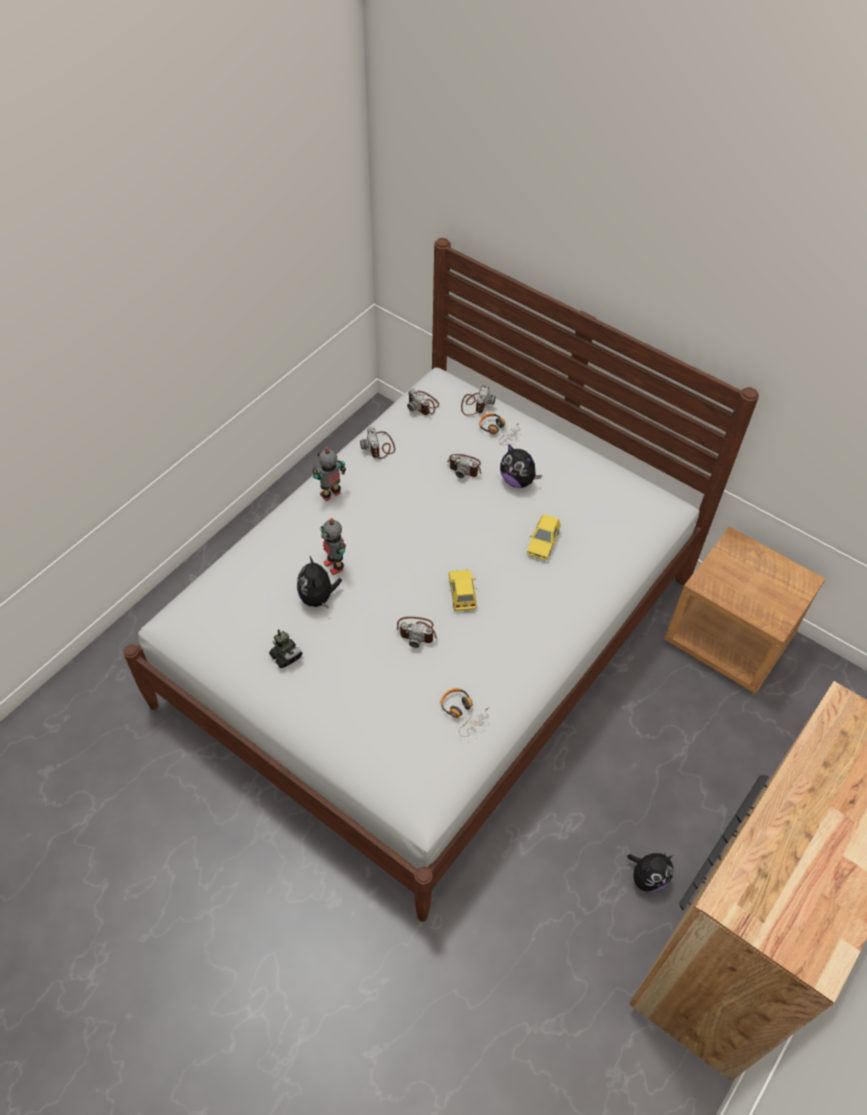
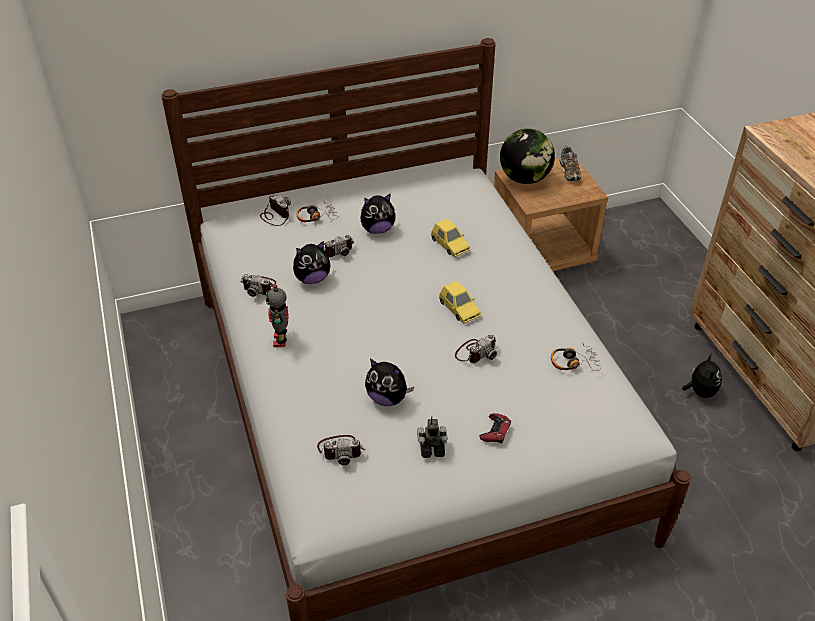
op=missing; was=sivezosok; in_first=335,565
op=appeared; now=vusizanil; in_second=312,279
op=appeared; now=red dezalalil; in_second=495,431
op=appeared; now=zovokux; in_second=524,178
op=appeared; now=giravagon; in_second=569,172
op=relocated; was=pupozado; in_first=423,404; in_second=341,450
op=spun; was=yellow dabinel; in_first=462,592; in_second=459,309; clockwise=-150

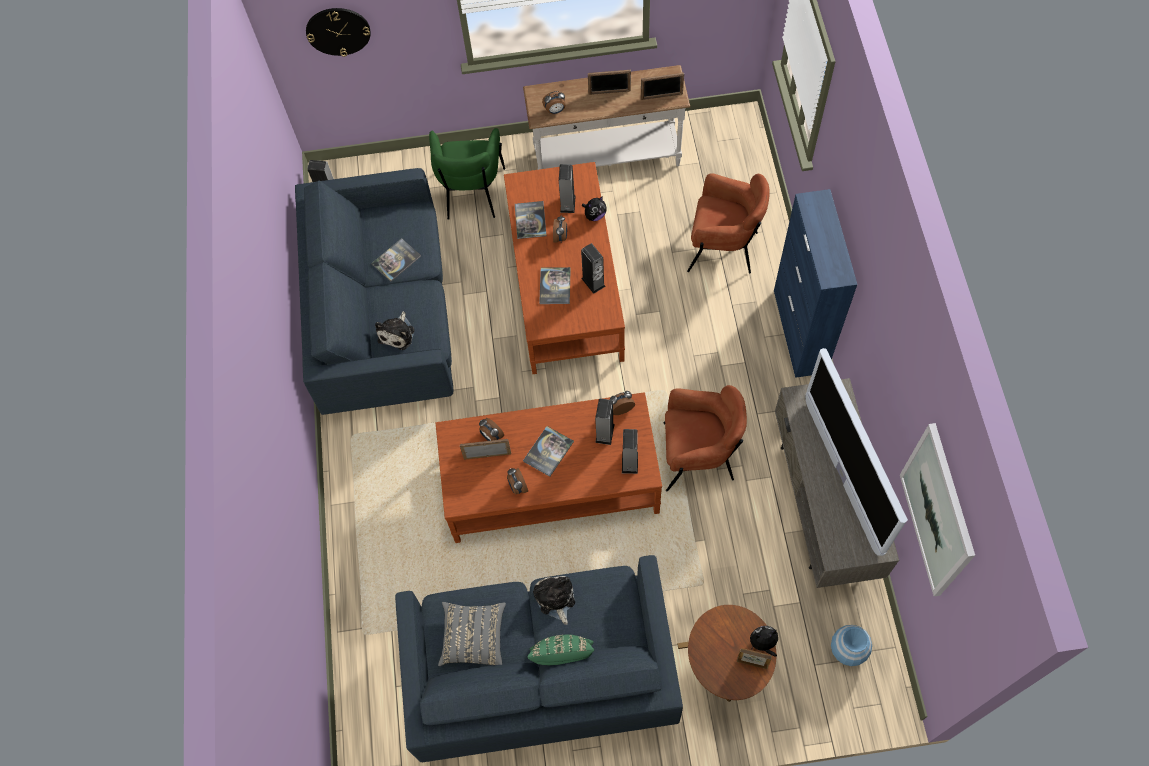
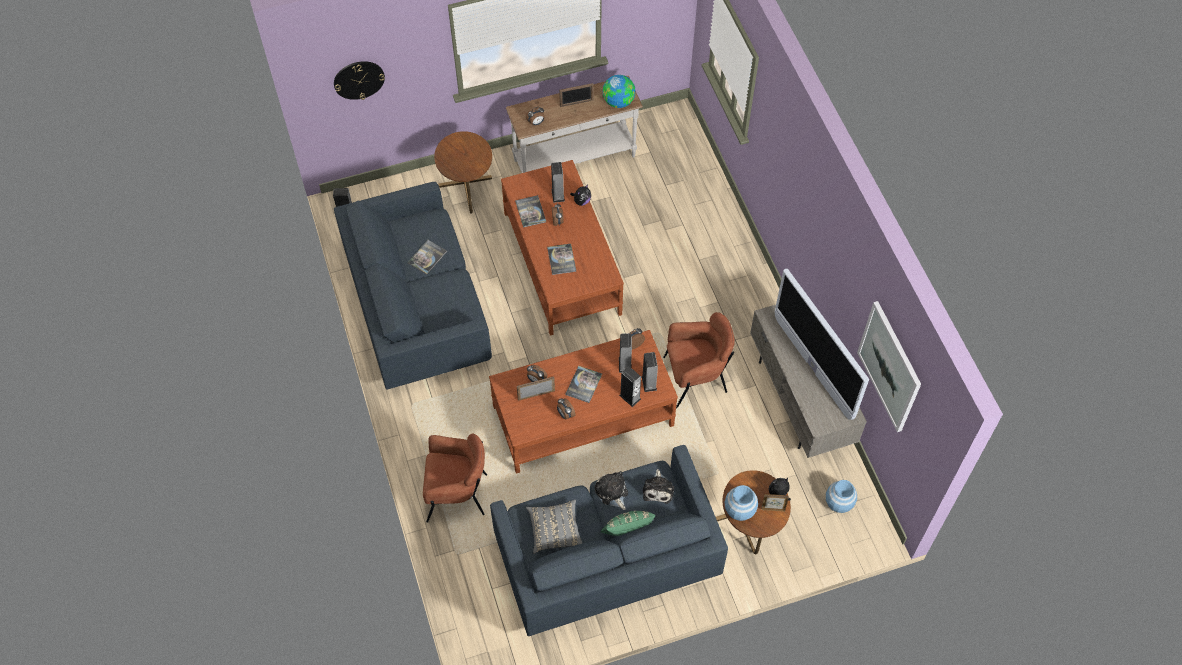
op=missing; was=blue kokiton; in_first=799,331
op=appeared; now=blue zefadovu; in_second=739,510
op=relocated; was=vusizanil; in_first=397,333; in_second=658,489
op=relocated; was=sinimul; in_first=593,282; in_second=630,397
op=relocated; was=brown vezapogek; in_first=723,248; in_second=457,494
op=exchanged; was=green vezapogek; now=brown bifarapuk; in_first=471,193; in_second=468,200
op=exchanged; was=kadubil; now=zovokux; in_first=661,96; in_second=618,101

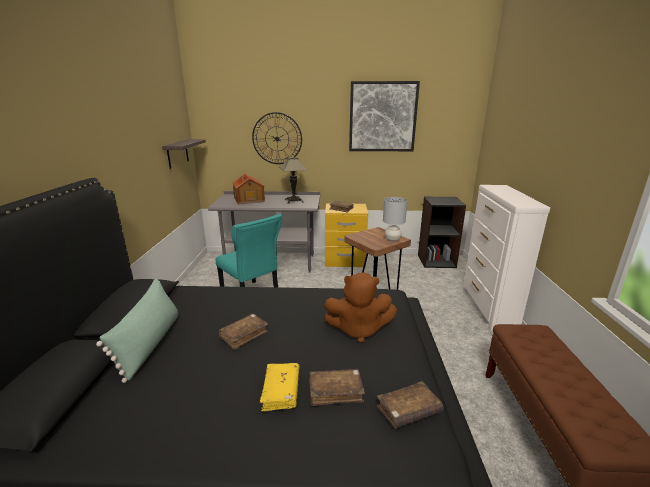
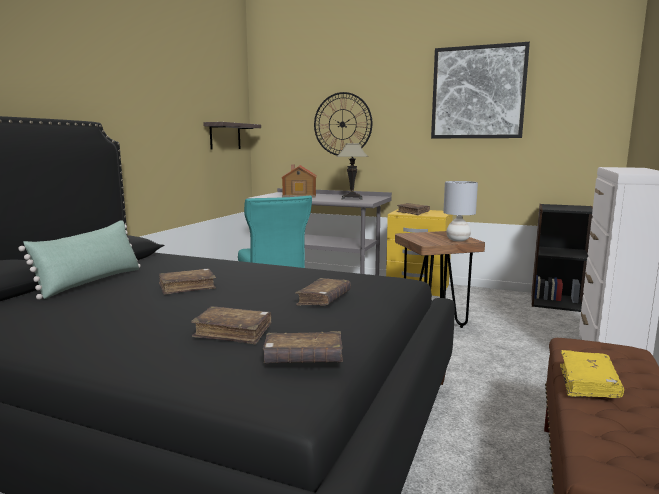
op=relocated; was=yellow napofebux; in_first=281,391; in_second=588,383
op=exchanged; was=brown vusizanil; now=brown napofebux; in_first=358,330; in_second=324,300

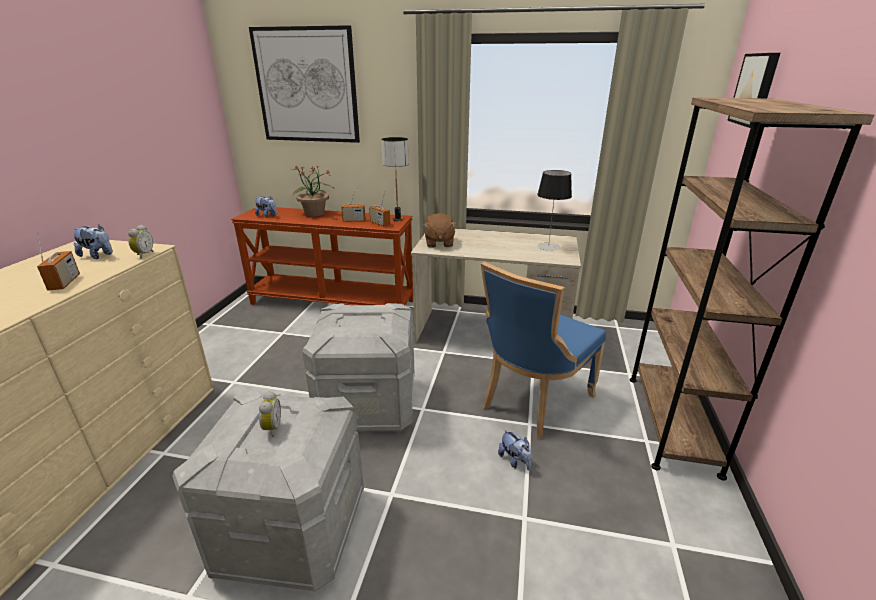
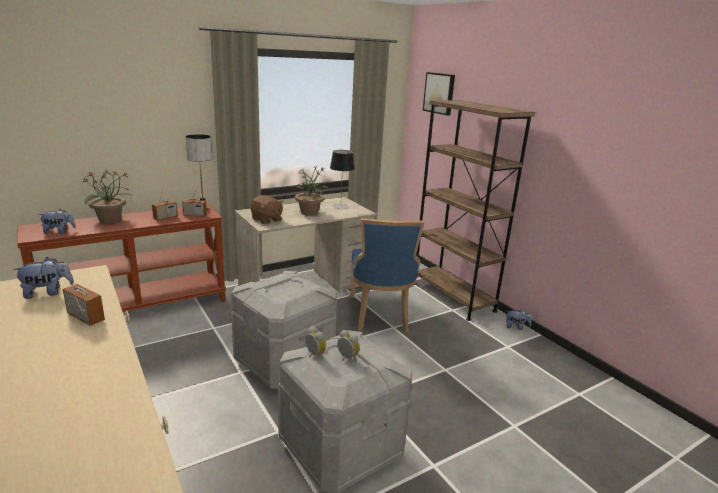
op=missing; was=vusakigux; in_first=307,86
op=appeared; now=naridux; in_second=309,212
op=relocated; was=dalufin; in_first=143,255; in_second=314,355
op=relocated; was=vusizanil; in_first=515,461; in_second=516,327

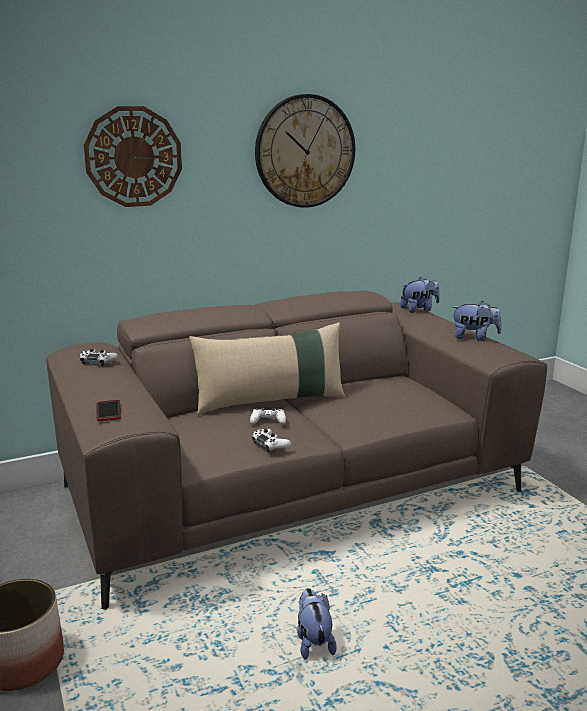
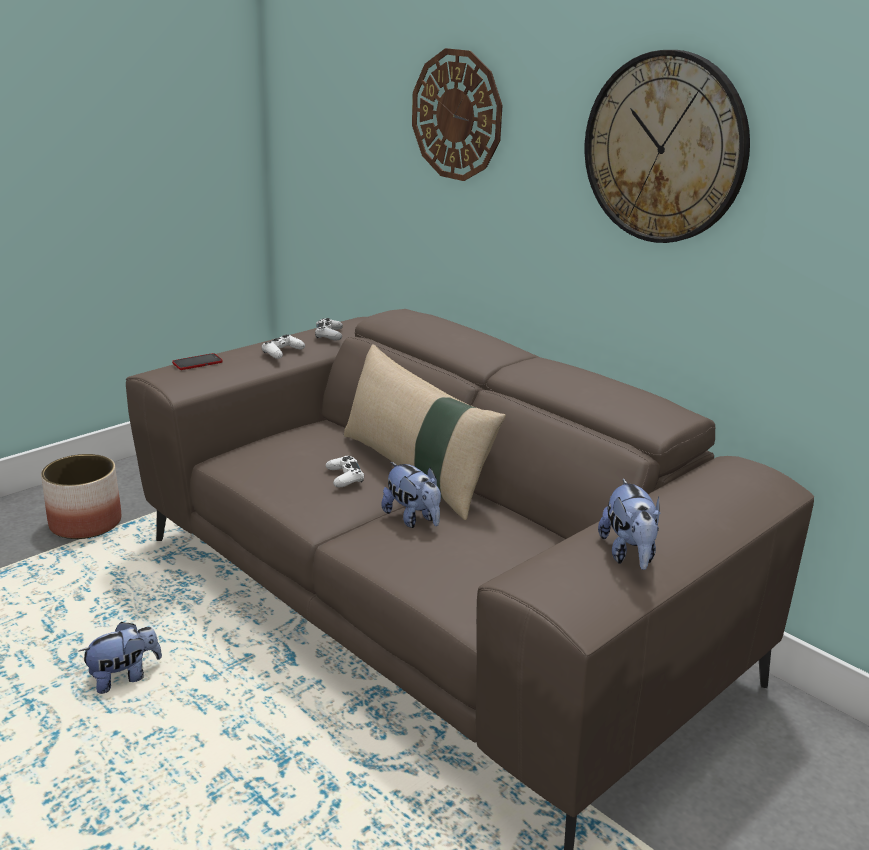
op=relocated; was=white dezalalil; in_first=270,444; in_second=282,352
op=relocated; was=vusizanil; in_first=419,310; in_second=413,519

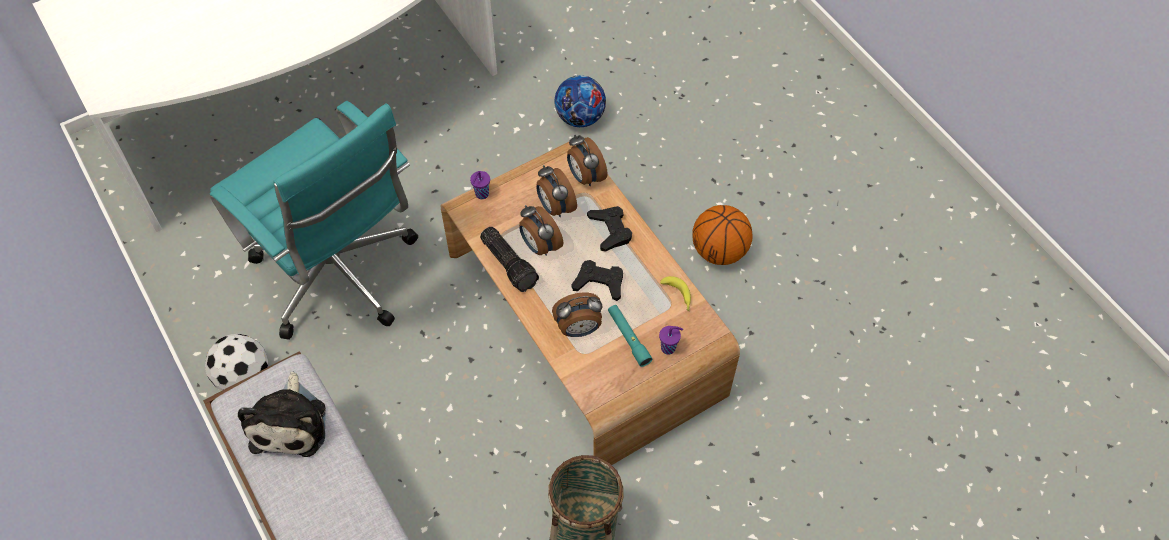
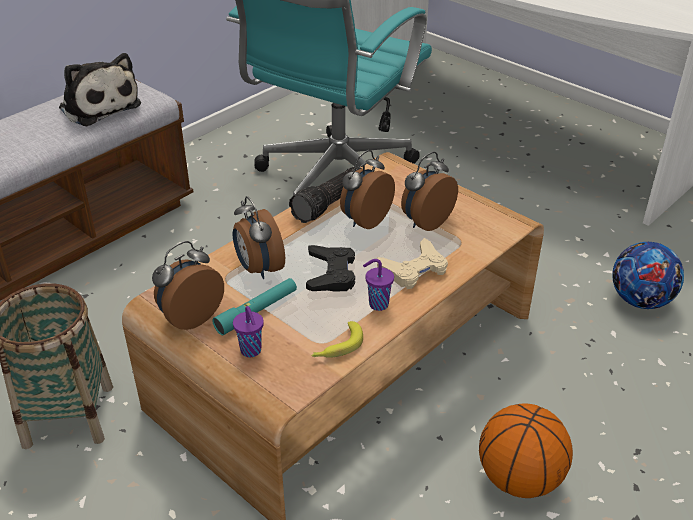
op=missing; was=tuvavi; in_first=244,376
op=relocated; was=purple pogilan; in_first=481,194; in_second=377,304
op=relocated; was=dalufin; in_first=585,176; in_second=190,316
op=colour; was=black dezalalil; now=beige dezalalil; in_first=610,230; in_second=414,270
op=spun; was=vusizanil; in_first=290,422; in_second=98,106; clockwise=-120

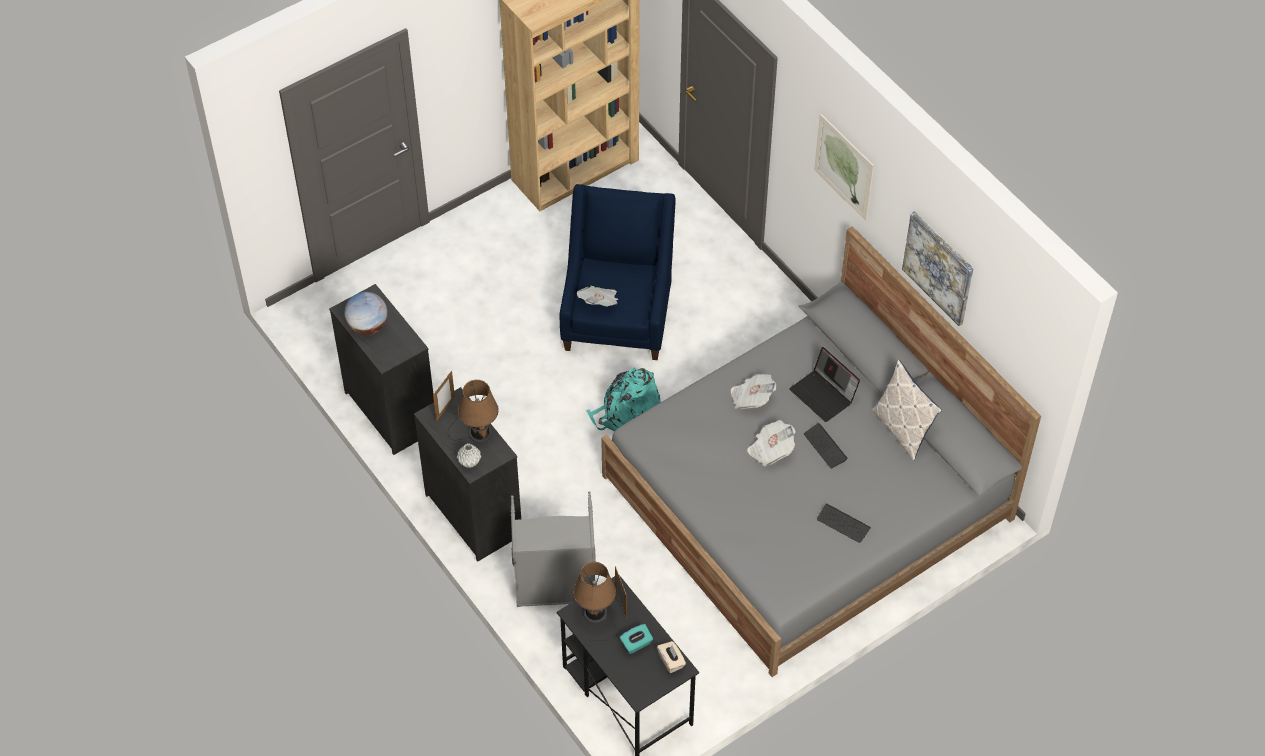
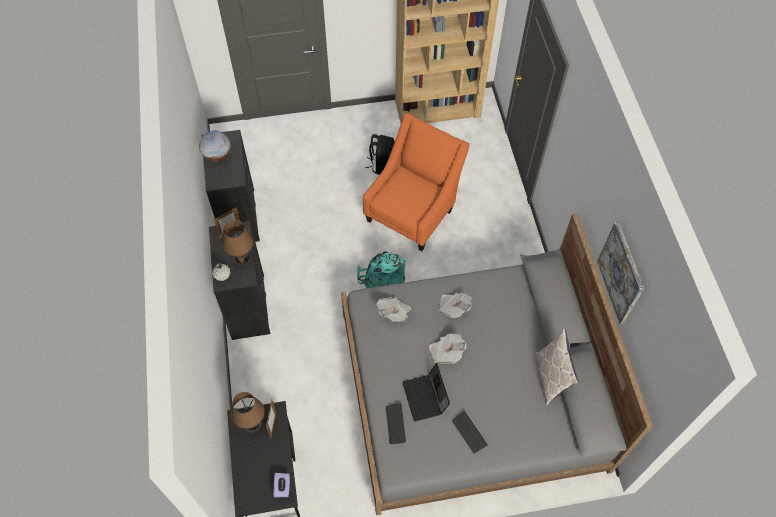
op=missing; was=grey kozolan; in_first=555,586
op=missing; was=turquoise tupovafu; in_first=636,644
op=missing; was=vusakigux; in_first=844,167
op=appeared; now=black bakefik; in_second=381,165
op=relocated; was=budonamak; in_first=599,303; in_second=394,313
op=relocated; was=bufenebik; in_first=824,395; in_second=425,398
op=relocated; was=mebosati; in_first=825,446; in_second=395,424
op=colour; was=blue vezapogek; now=orange vezapogek; in_first=618,315; in_second=413,211
op=colour; was=beige tupovafu; now=purple tupovafu; in_first=671,661; in_second=282,487

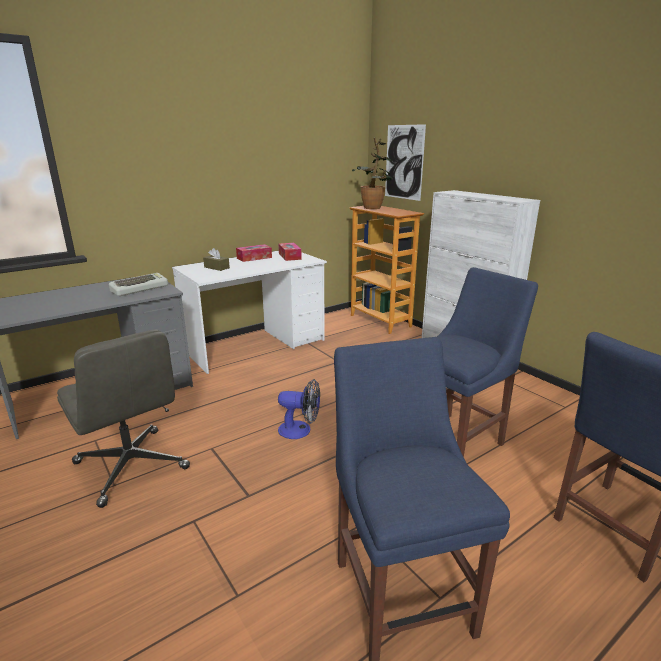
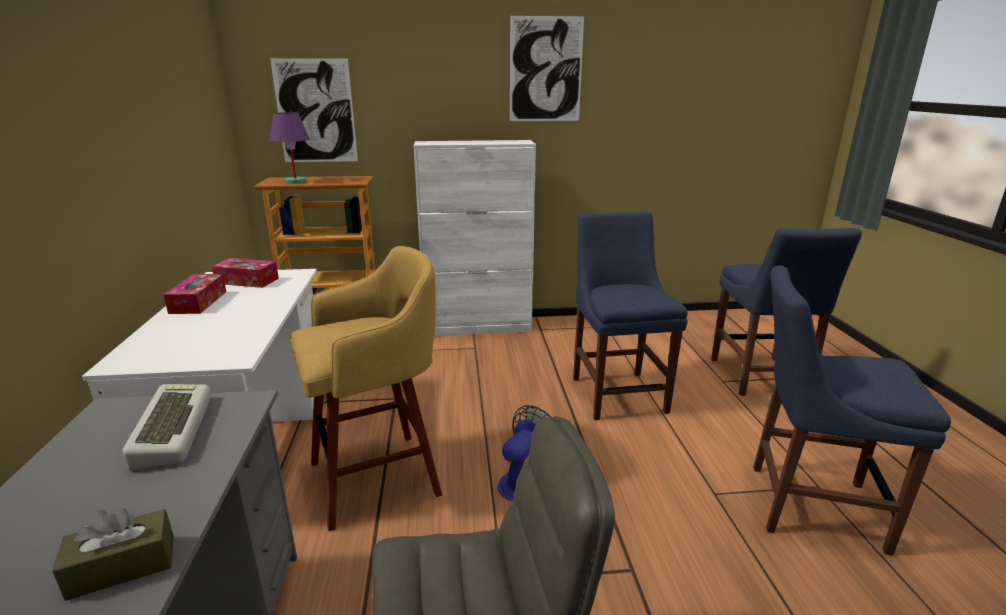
op=appeared; now=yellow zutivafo; in_second=379,477
op=appeared; now=vusakigux; in_second=545,70
op=relocated; was=brown tupovafu; in_first=216,267; in_second=122,567
op=exchanged; was=naridux; now=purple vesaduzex; in_first=373,208; in_second=295,182

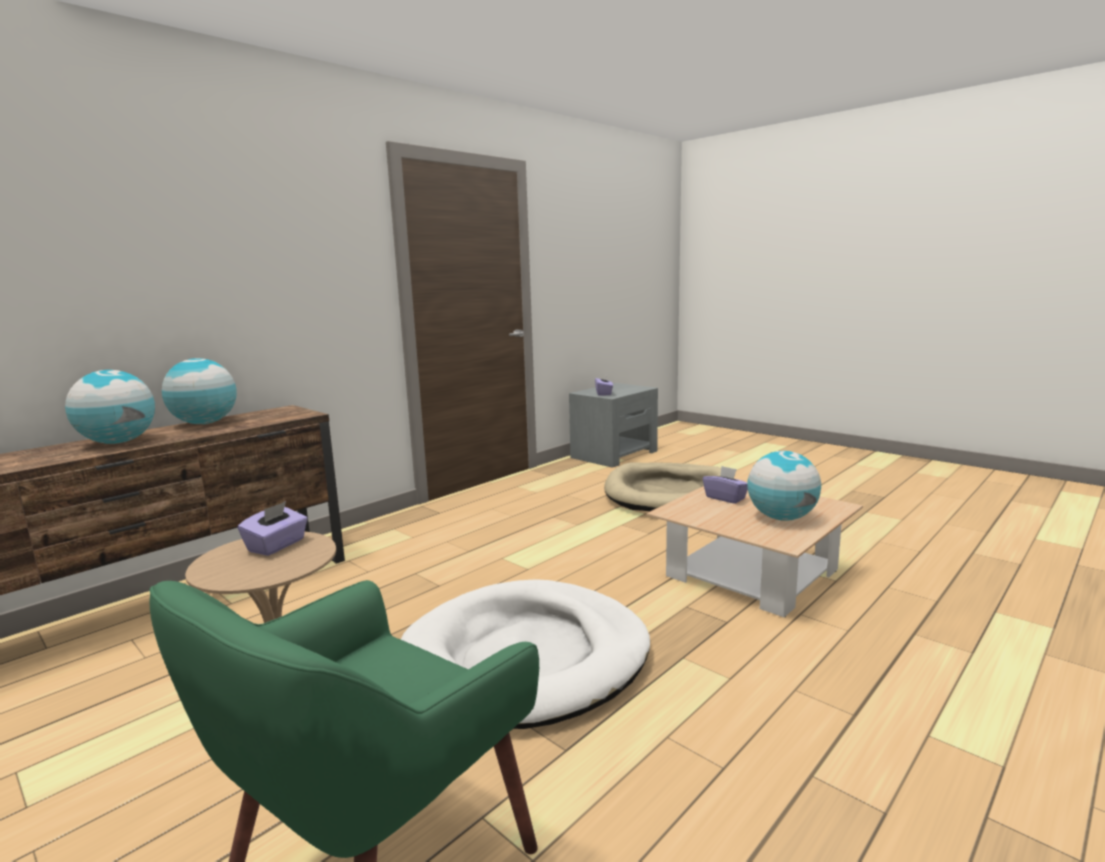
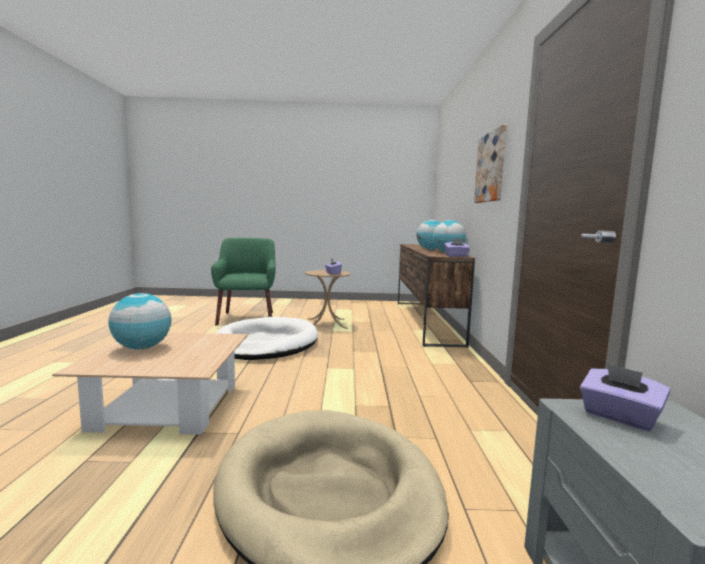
op=appeared; now=vusakigux; in_second=491,167
op=relocated; was=purple tupovafu; in_first=725,498; in_second=456,256

